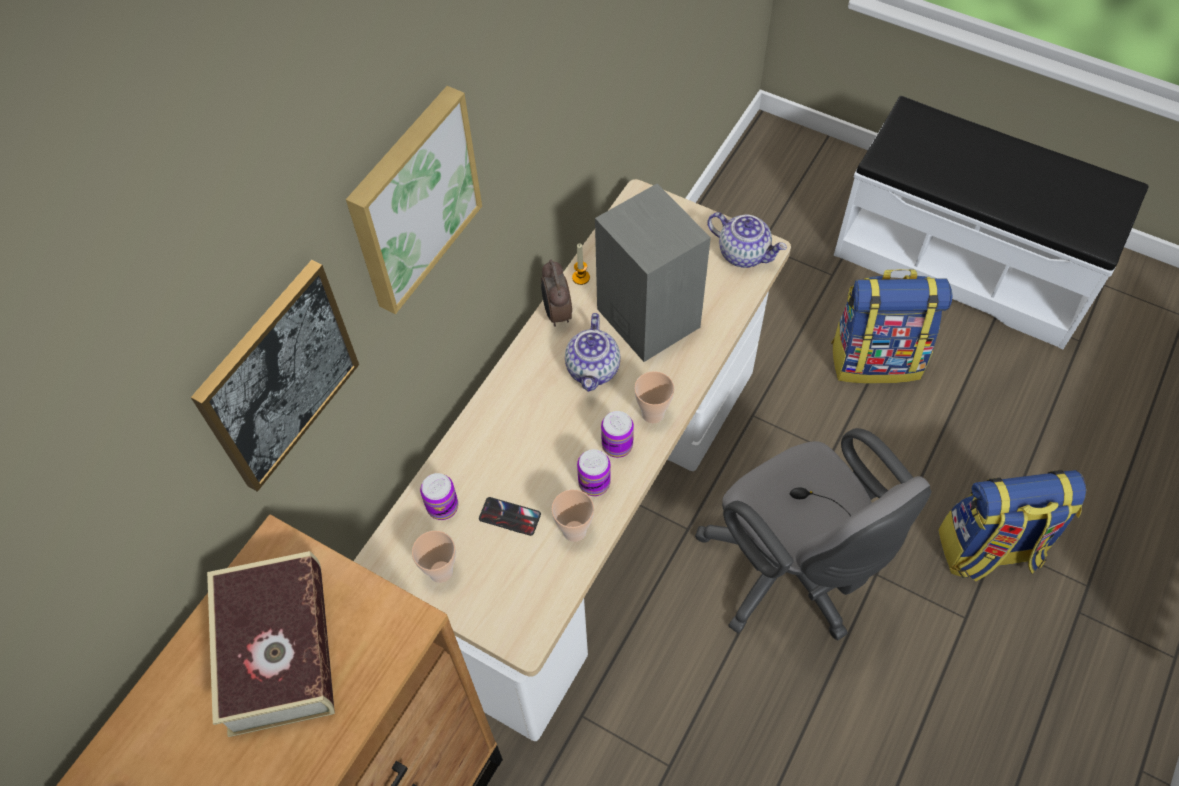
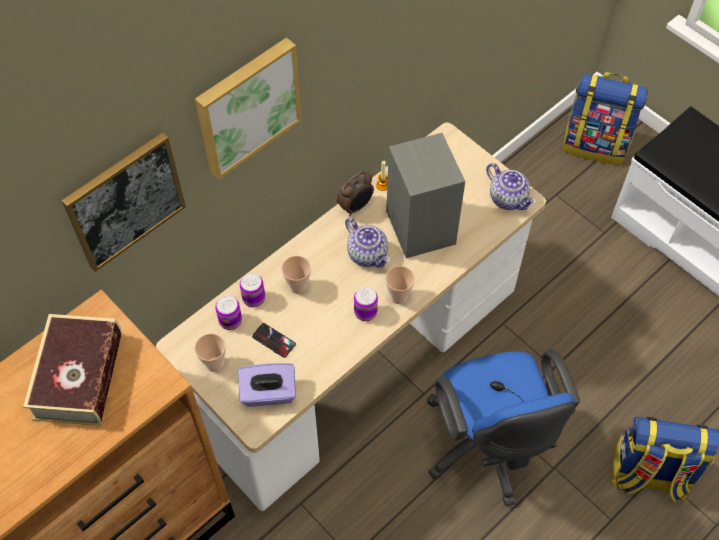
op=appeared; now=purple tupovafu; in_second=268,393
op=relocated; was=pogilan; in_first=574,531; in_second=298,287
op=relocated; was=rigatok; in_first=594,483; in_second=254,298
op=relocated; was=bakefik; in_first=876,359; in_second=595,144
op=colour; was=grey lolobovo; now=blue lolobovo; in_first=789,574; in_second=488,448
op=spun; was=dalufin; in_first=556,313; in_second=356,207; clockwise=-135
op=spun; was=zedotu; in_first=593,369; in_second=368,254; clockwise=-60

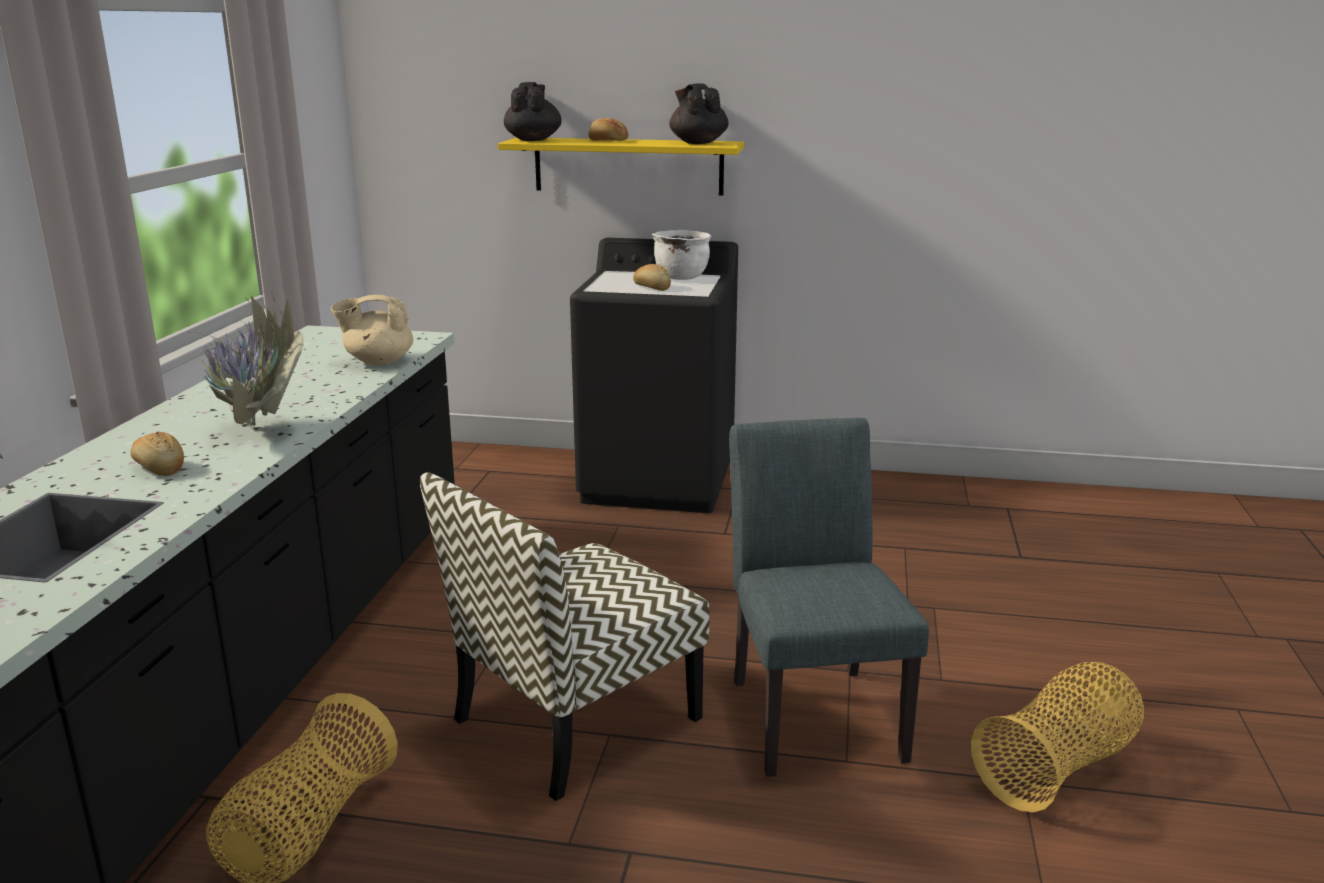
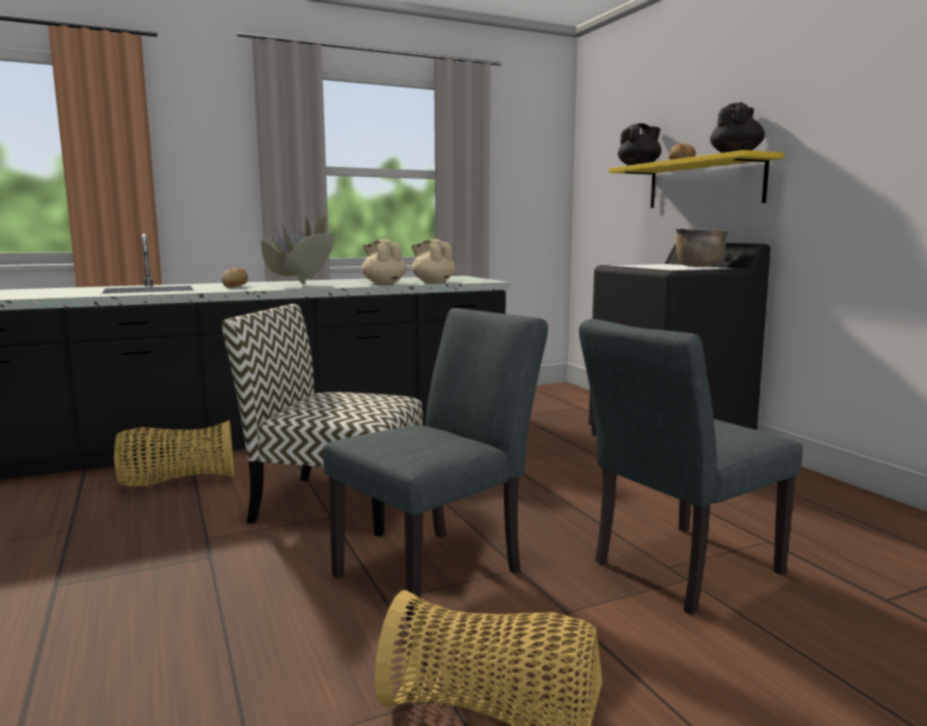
op=missing; was=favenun; in_first=652,287
op=appeared; now=beige zedotu; in_second=384,283
op=appeared; now=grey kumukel; in_second=677,570
op=colour; was=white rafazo; now=brown rafazo; in_first=681,277; in_second=698,266

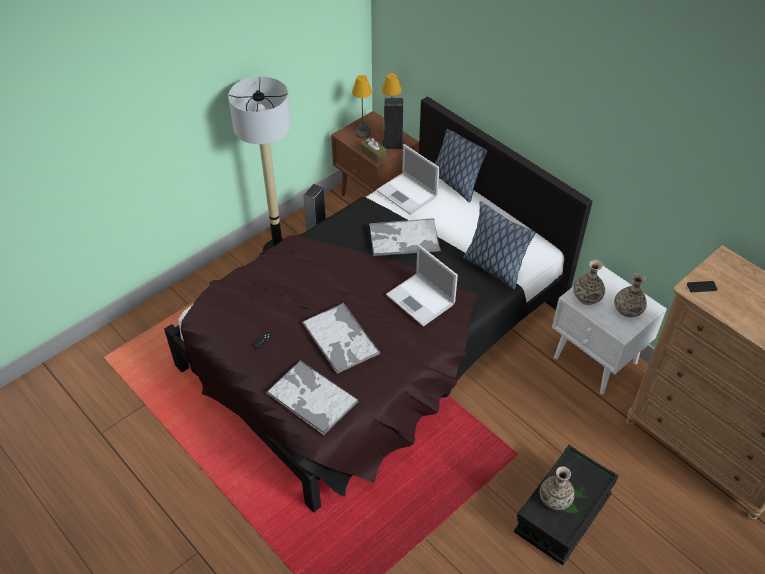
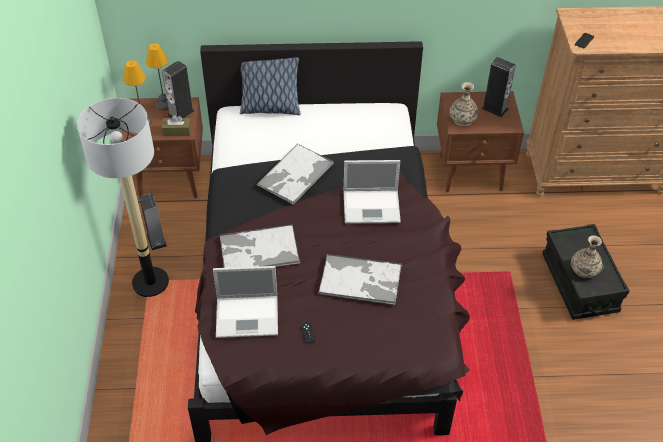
op=missing; was=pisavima; in_first=493,268
op=relocated; was=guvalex; in_first=311,397; in_second=258,250
op=relocated; was=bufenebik; in_first=407,194; in_second=248,316
op=exchanged; was=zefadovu; now=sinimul; in_first=628,309; in_second=494,108
op=colour; was=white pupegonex; now=brown pupegonex; in_first=596,361; in_second=471,173

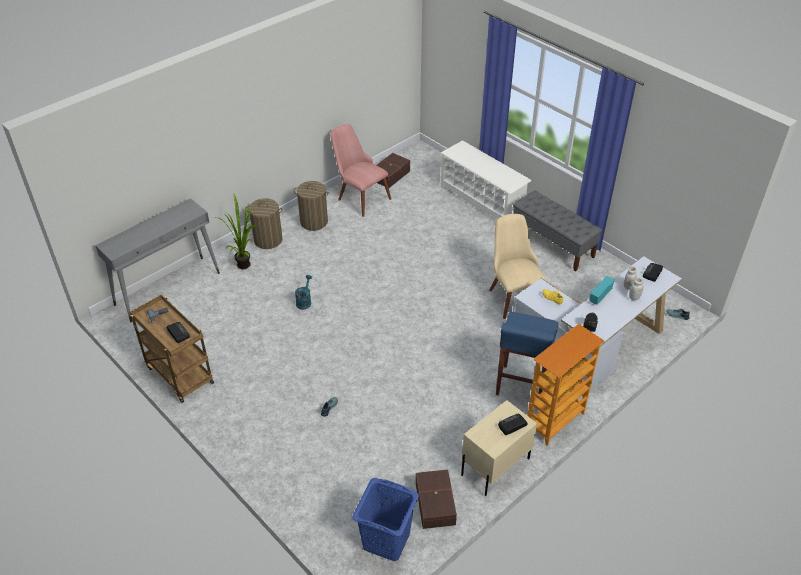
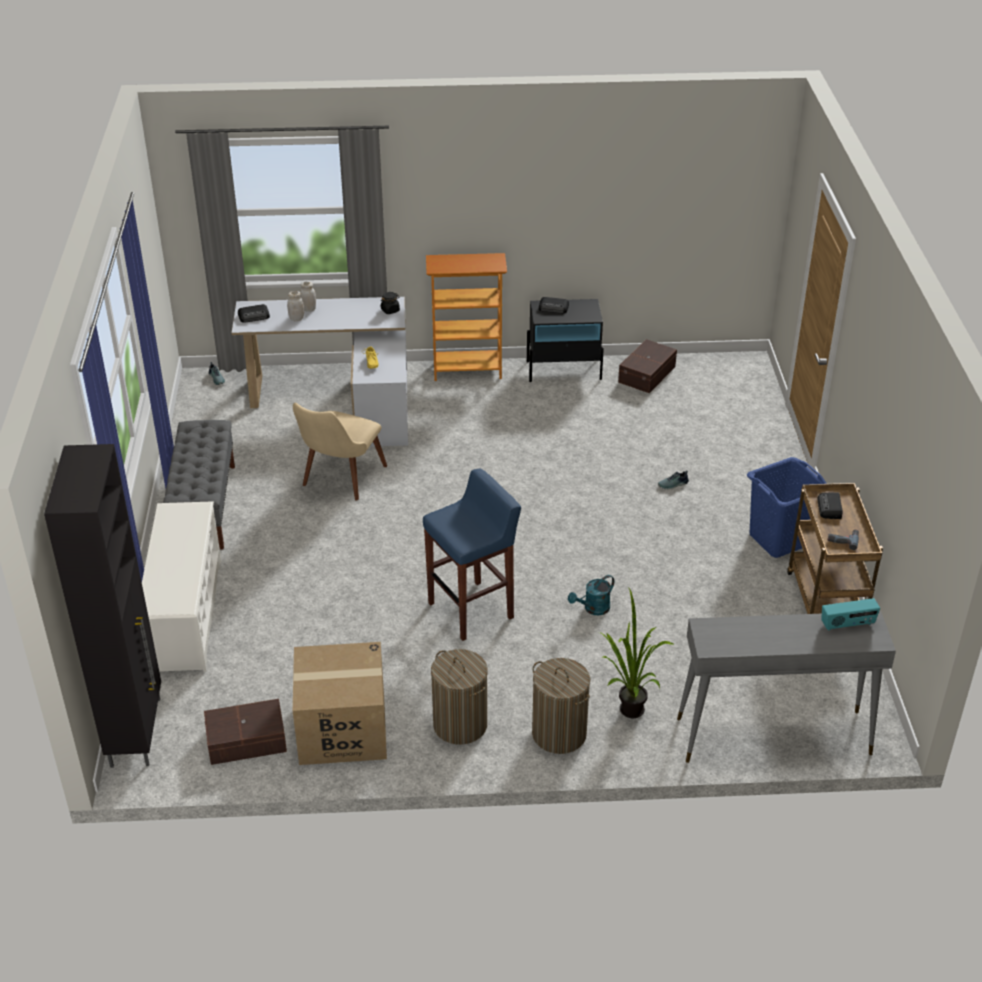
op=appeared; now=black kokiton; in_second=137,731
op=relocated; was=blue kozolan; in_first=387,540; in_second=778,539
op=relocated; was=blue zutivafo; in_first=521,385; in_second=472,610
op=relocated; was=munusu; in_first=600,296; in_second=847,624
op=exchanged; was=pink kumukel; now=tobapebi; in_first=359,196; in_second=342,729
op=colour; was=beige pupegonex; now=black pupegonex; in_first=495,466; in_second=564,370

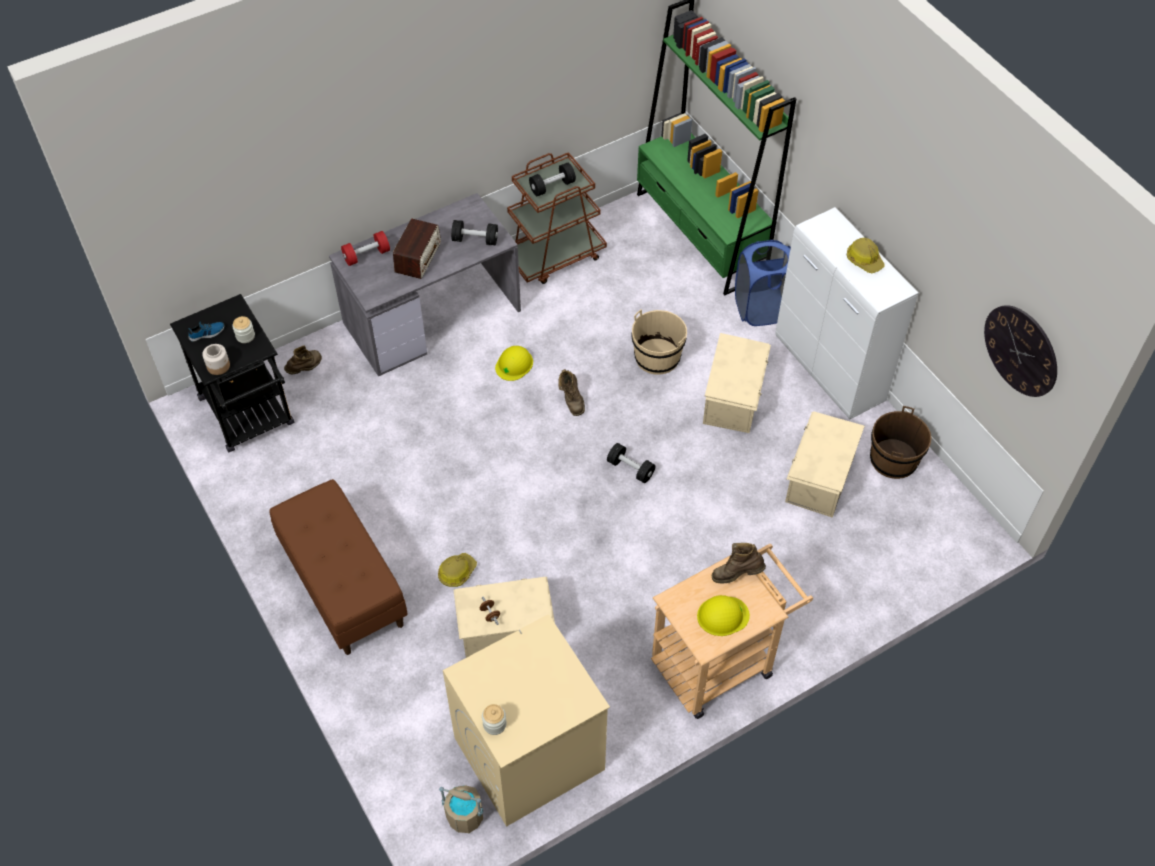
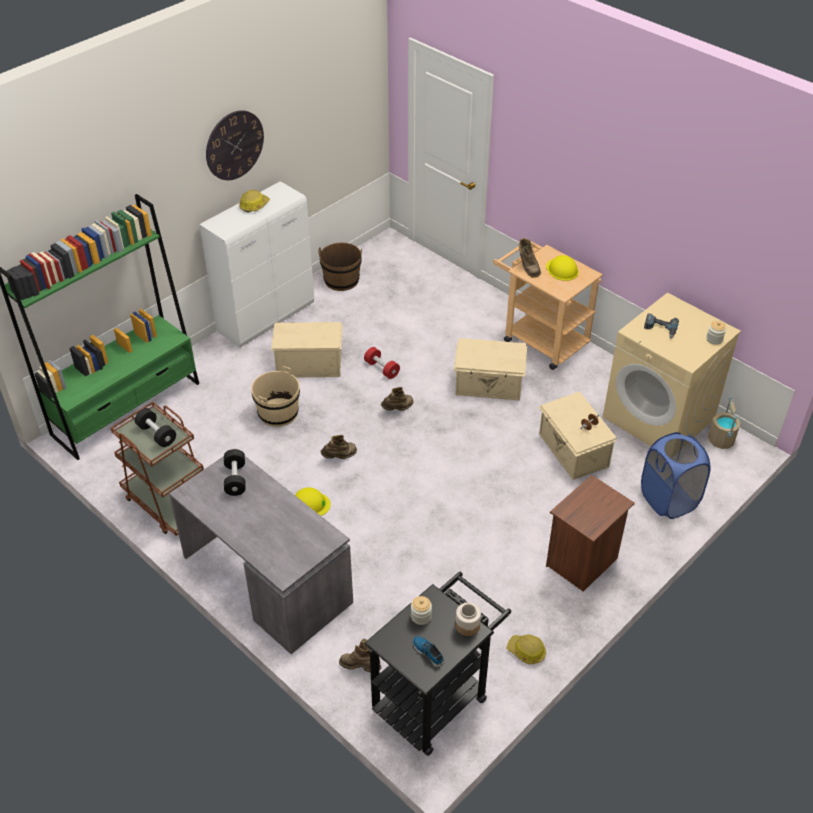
op=missing; was=munusu; in_first=418,257
op=appeared; now=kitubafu; in_second=660,329
op=relocated; was=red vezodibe; in_first=366,255; in_second=382,369
op=relocated; was=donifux; in_first=456,572; in_second=526,651
op=relocated; was=blue kozolan; in_first=761,309; in_second=668,500
op=relocated; was=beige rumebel; in_first=818,478; in_second=489,385
op=relocated; was=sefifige; in_first=1021,350; in_second=234,145
op=exchanged; was=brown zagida; now=brown pupegonex; in_first=342,584; in_second=583,562
op=exchanged; was=black vezodibe; now=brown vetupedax; in_first=630,469; in_second=398,409

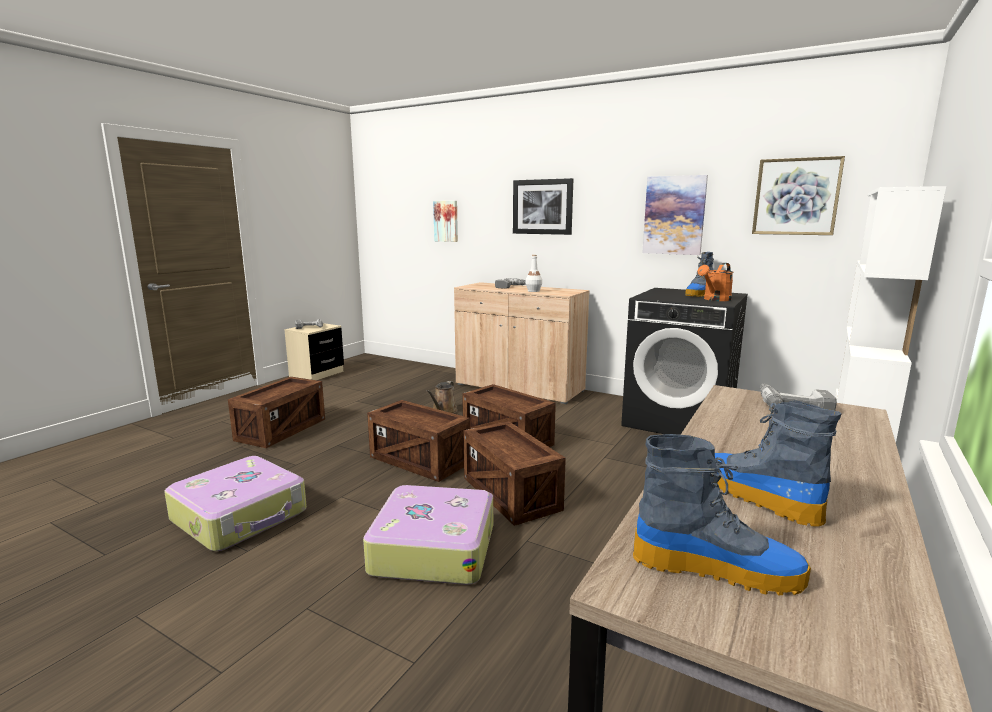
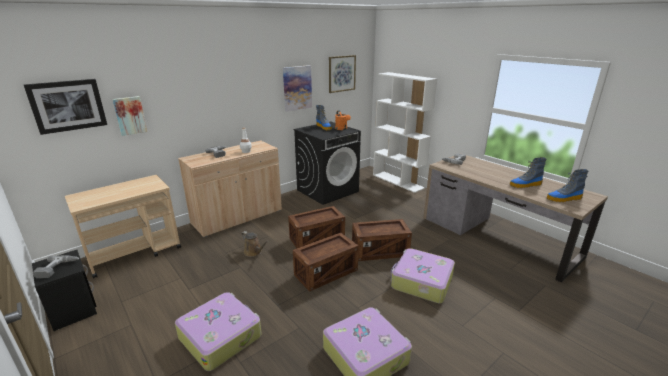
op=appeared; now=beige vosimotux; in_second=135,253
op=relocated; was=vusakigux; in_first=542,207; in_second=68,105
op=exchanged; was=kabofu; now=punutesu; in_first=281,430; in_second=221,336
op=colour; was=beige pupegonex; now=black pupegonex; in_first=317,374; in_second=73,309
op=spun; was=vetupedax; in_first=717,568; in_second=564,199; clockwise=-135

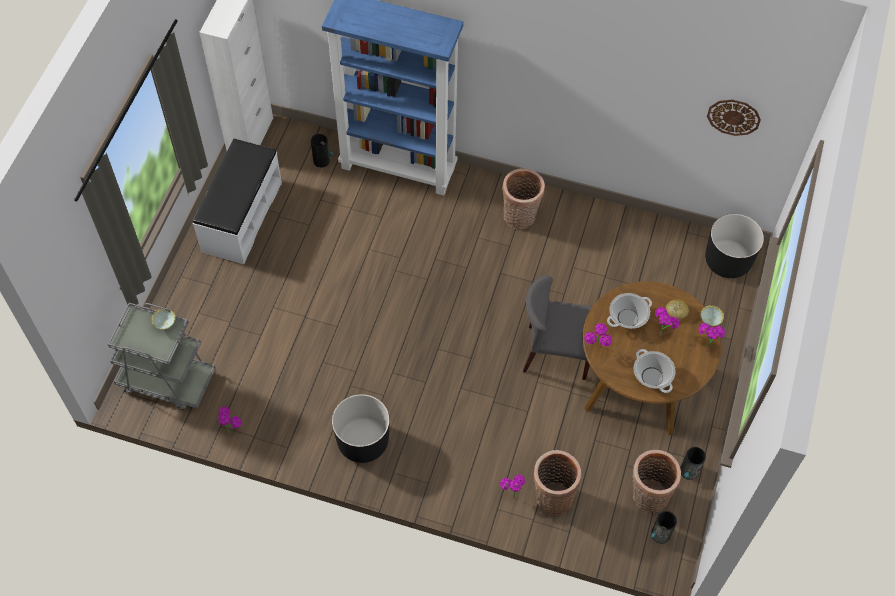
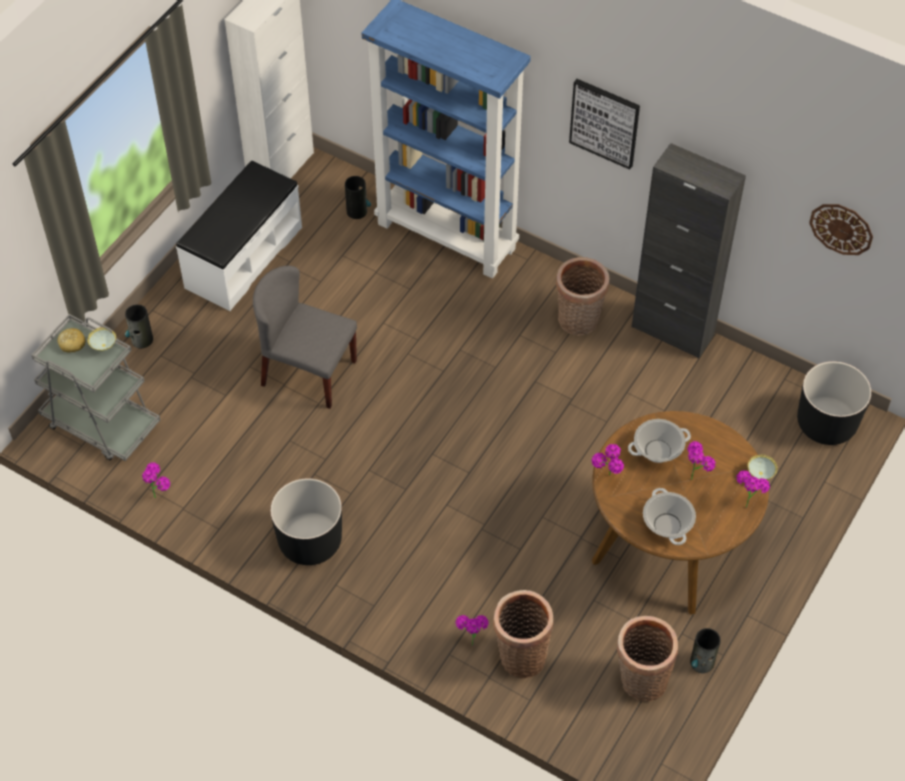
op=appeared; now=vusakigux; in_second=605,122
op=appeared; now=black kokiton; in_second=672,331
op=relocated; was=grey kumukel; in_first=556,353; in_second=308,373
op=relocated; was=zefadovu; in_first=660,534; in_second=142,340
op=relocated; was=favenun; in_first=676,312; in_second=72,343

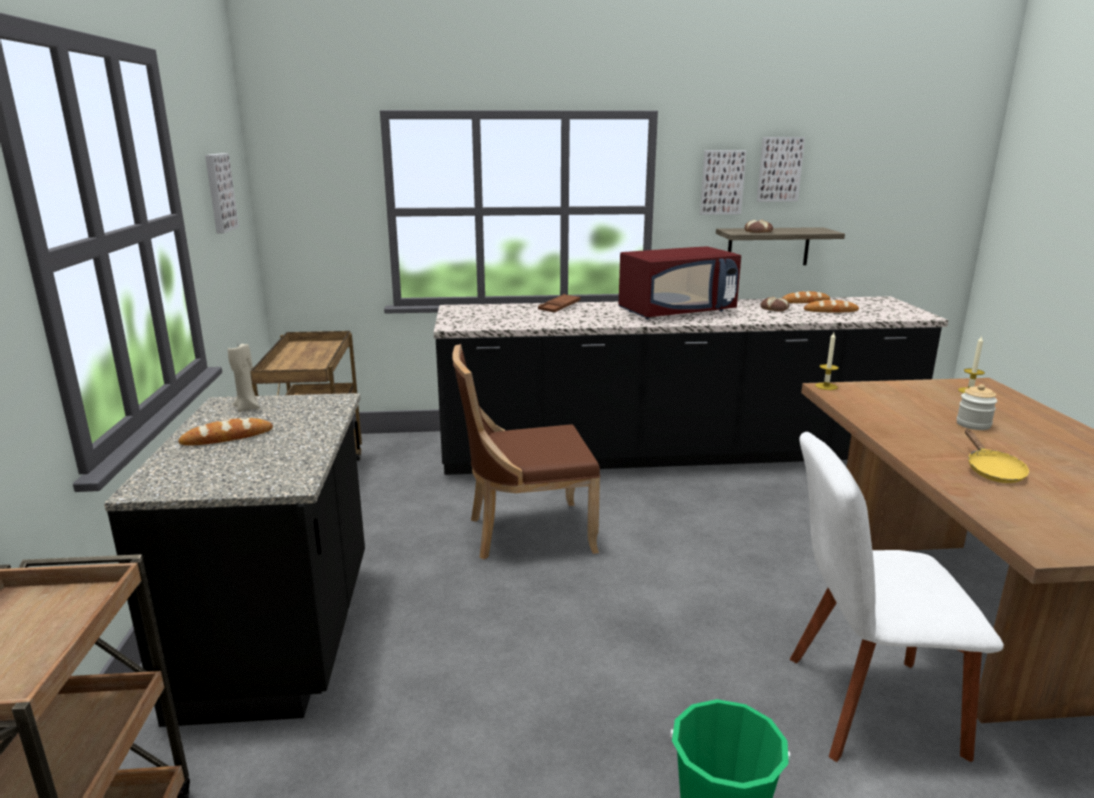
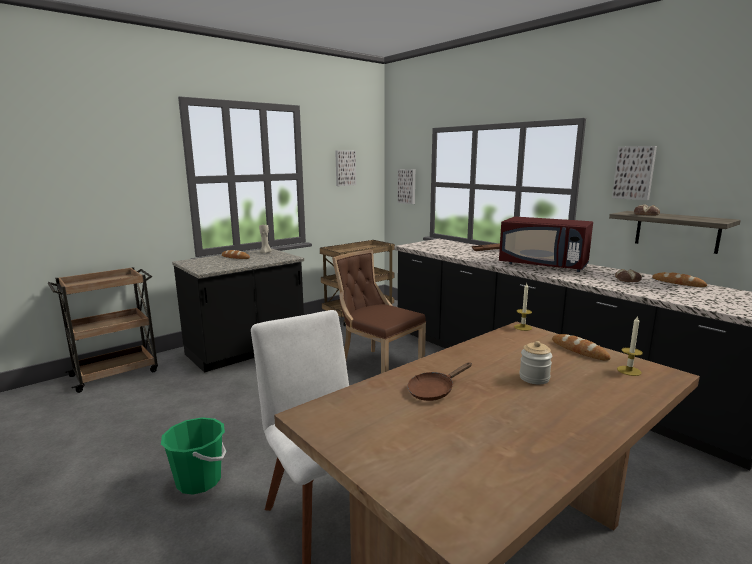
op=relocated; was=vusakigux; in_first=779,169; in_second=407,186
op=relocated; was=favenun; in_first=830,311; in_second=579,350
op=colour; was=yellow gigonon; now=brown gigonon; in_first=991,471; in_second=434,391

